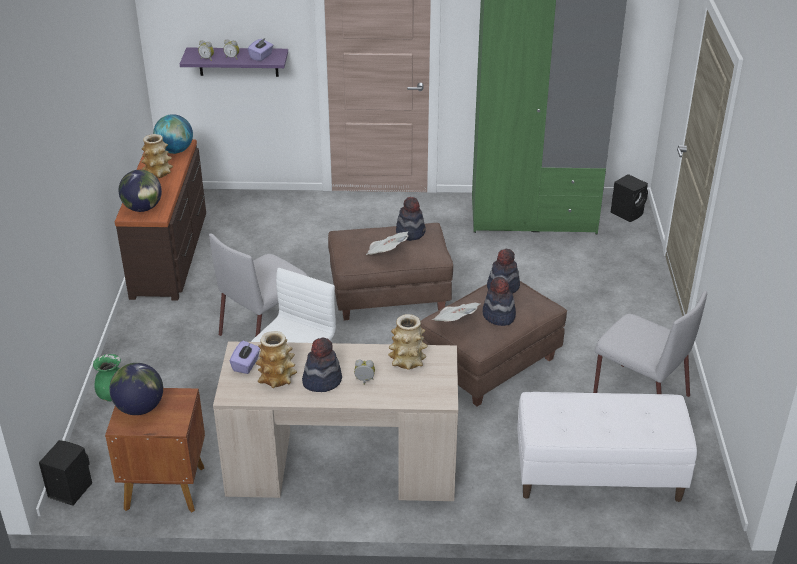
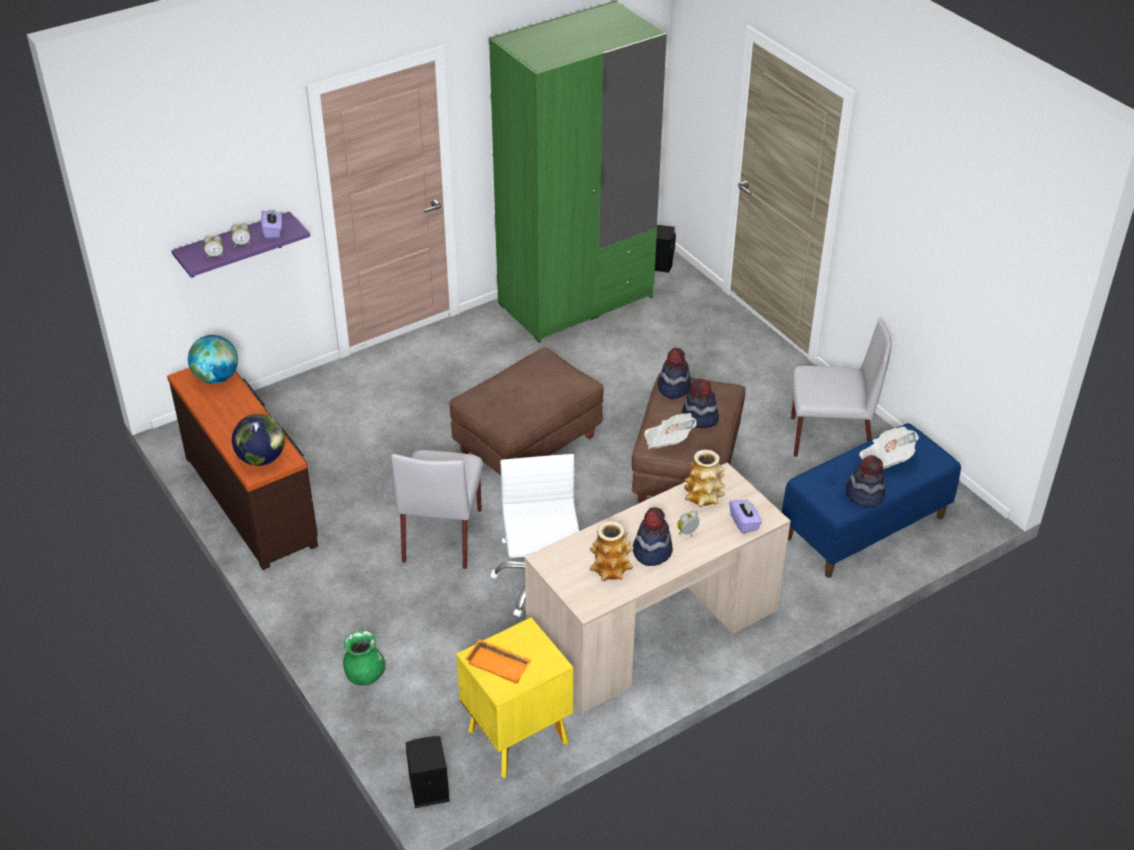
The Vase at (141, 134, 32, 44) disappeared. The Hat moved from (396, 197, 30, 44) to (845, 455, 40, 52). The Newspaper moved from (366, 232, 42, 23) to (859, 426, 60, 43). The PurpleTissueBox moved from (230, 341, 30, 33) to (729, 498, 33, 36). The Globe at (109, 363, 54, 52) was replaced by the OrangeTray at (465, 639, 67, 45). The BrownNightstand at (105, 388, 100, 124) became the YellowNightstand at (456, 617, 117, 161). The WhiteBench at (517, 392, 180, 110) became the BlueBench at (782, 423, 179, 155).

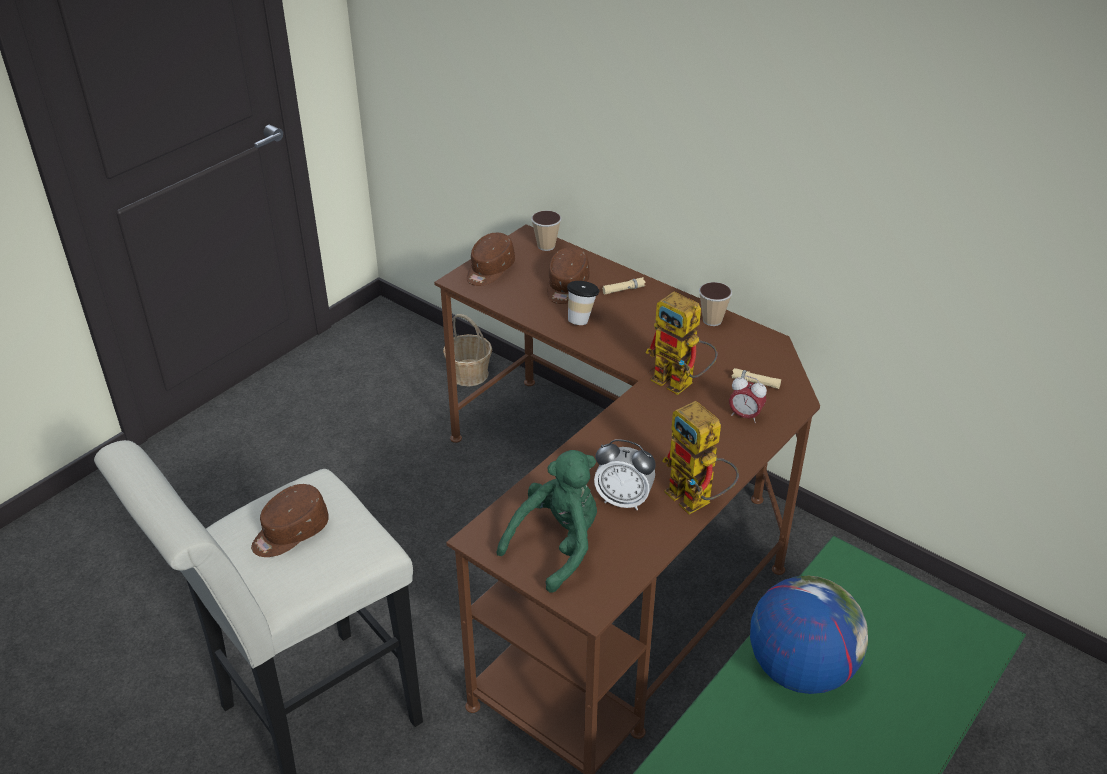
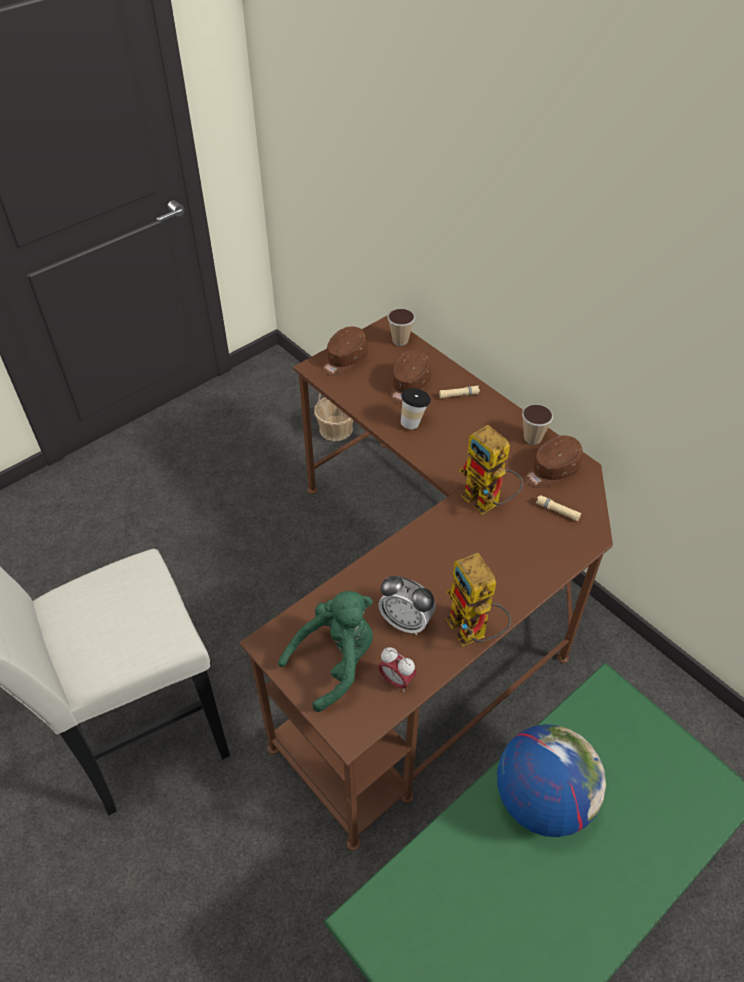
The AlarmClock moved from (729, 375, 38, 48) to (378, 647, 39, 45). The BrownCap moved from (251, 484, 78, 73) to (524, 435, 59, 53).

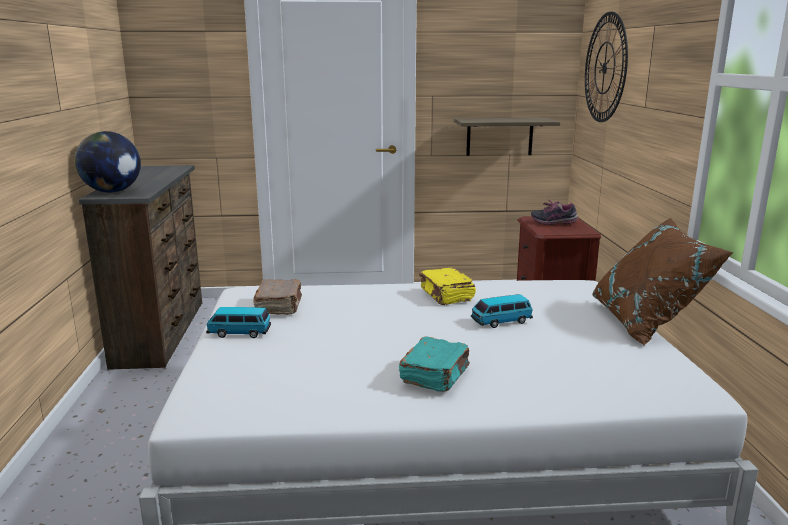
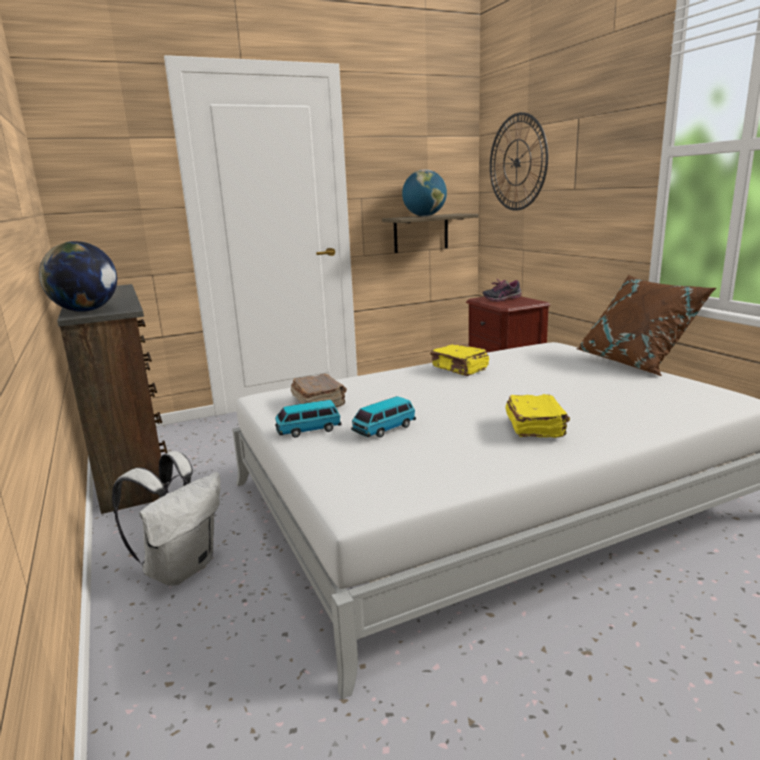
The ToyCar moved from (471, 294, 62, 34) to (351, 396, 65, 41). The TurquoiseBook at (399, 336, 71, 56) became the YellowBook at (505, 394, 65, 44). The Globe at (402, 170, 45, 46) appeared. The WhiteBackpack at (112, 451, 108, 135) appeared.

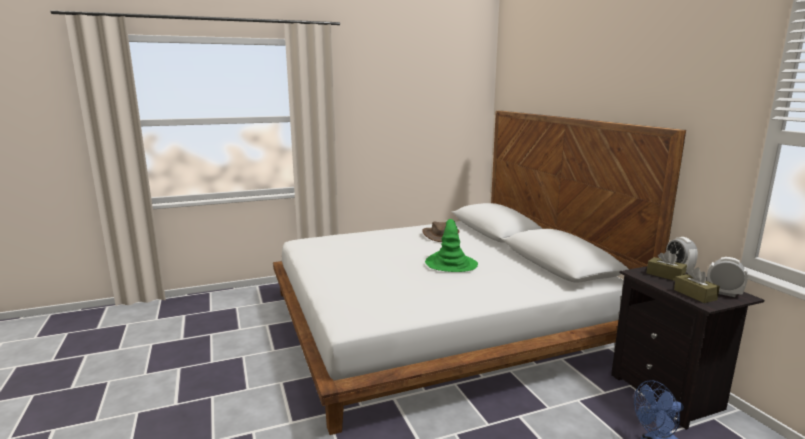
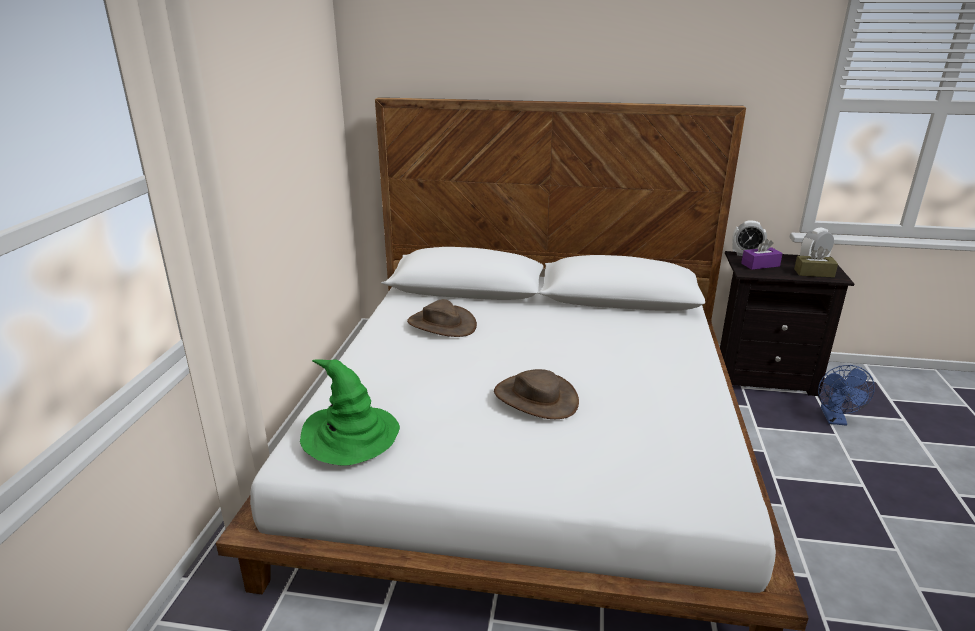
The GreenHat moved from (425, 219, 53, 53) to (300, 359, 100, 107). The BrownTissueBox at (647, 250, 40, 31) became the PurpleTissueBox at (741, 239, 42, 31). The BrownHat at (494, 369, 85, 50) appeared.

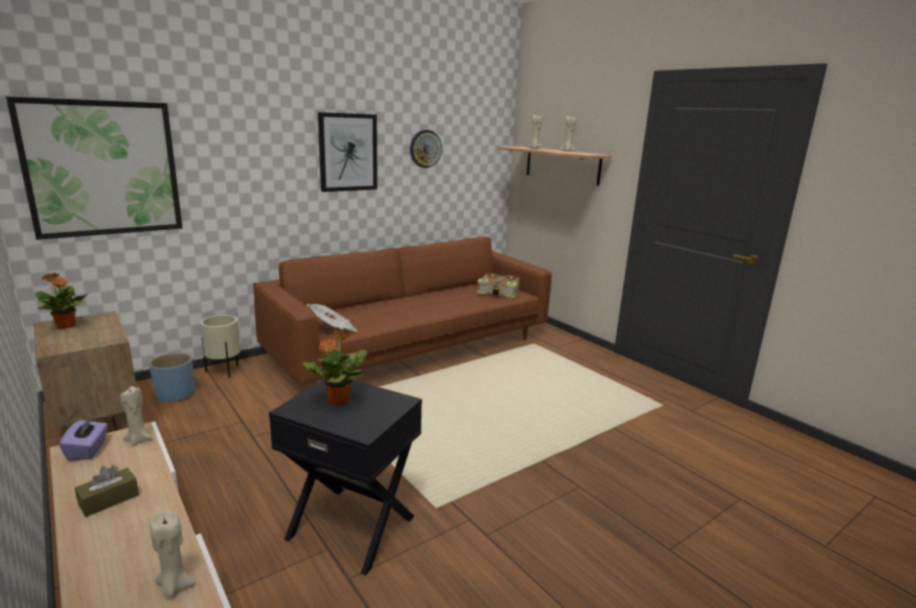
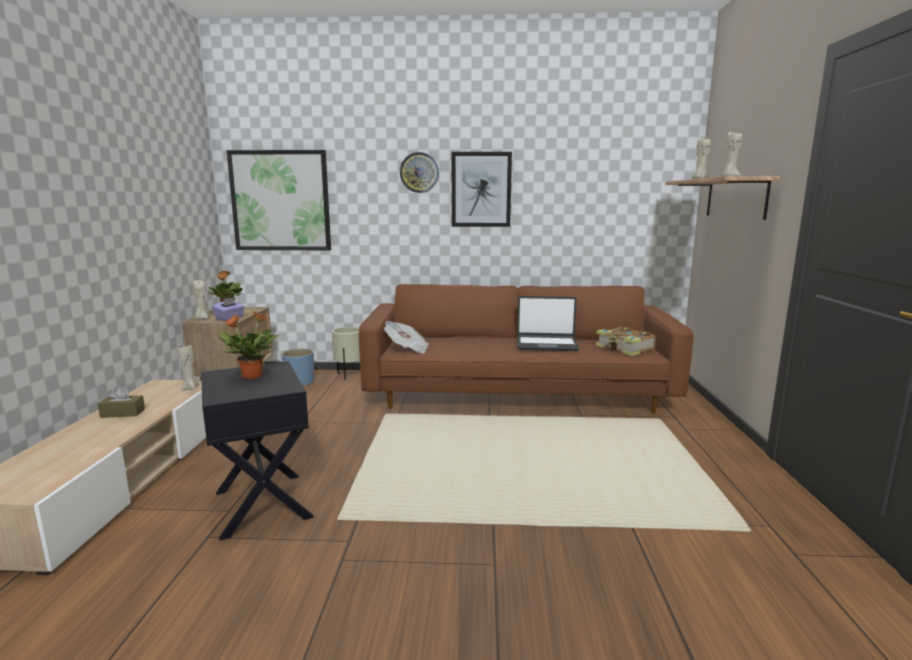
The WallClock moved from (410, 130, 32, 38) to (400, 152, 39, 41). The PurpleTissueBox moved from (59, 416, 49, 45) to (212, 297, 33, 24). The BeigeCandle moved from (150, 511, 46, 87) to (193, 280, 17, 39). The Laptop at (517, 296, 62, 55) appeared.

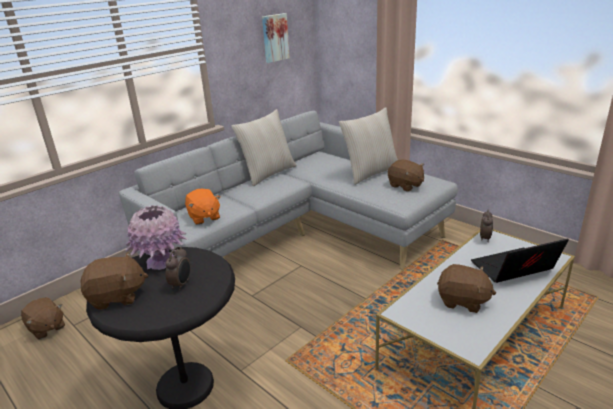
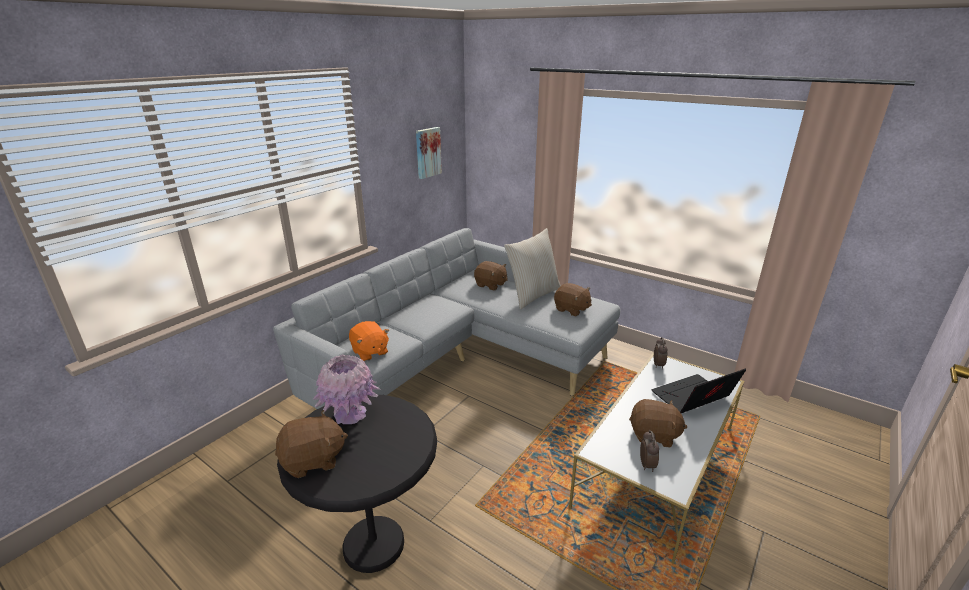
The BeigePillow at (231, 109, 66, 77) disappeared. The AlarmClock moved from (166, 247, 24, 43) to (640, 430, 19, 42). The BrownPlushToy moved from (21, 297, 44, 43) to (474, 261, 34, 30).

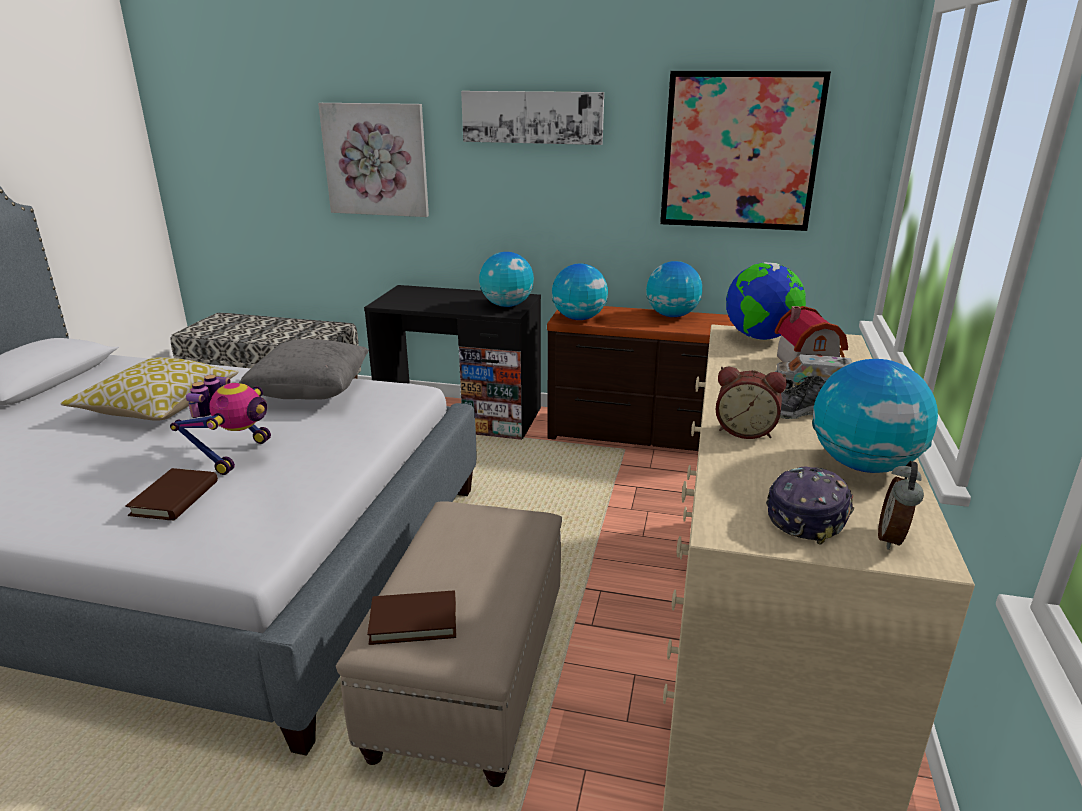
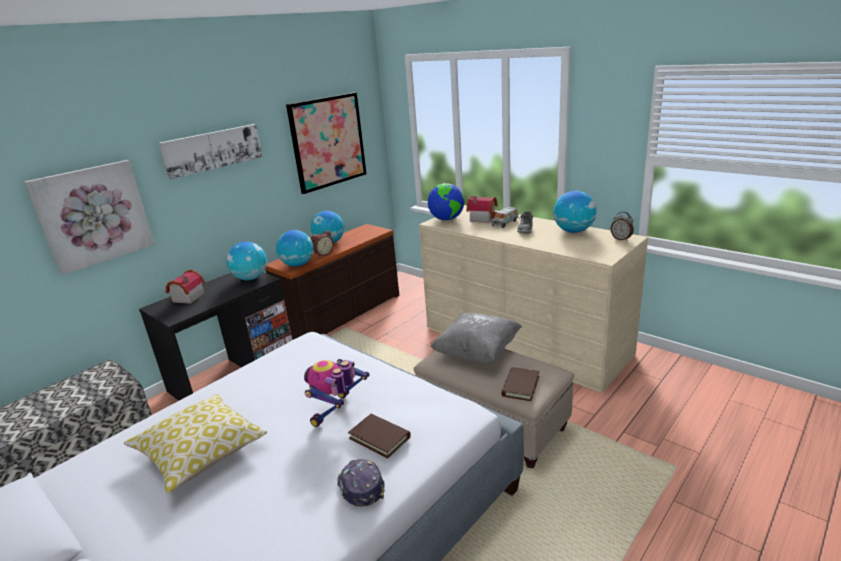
The GreyPillow moved from (239, 339, 130, 61) to (430, 313, 92, 50). The AlarmClock moved from (716, 367, 71, 72) to (311, 230, 23, 27). The ToyRobot at (170, 375, 101, 100) turned 105 degrees counterclockwise. The Cap moved from (766, 466, 88, 78) to (337, 459, 48, 48). The ToyHouse at (166, 270, 39, 34) appeared.

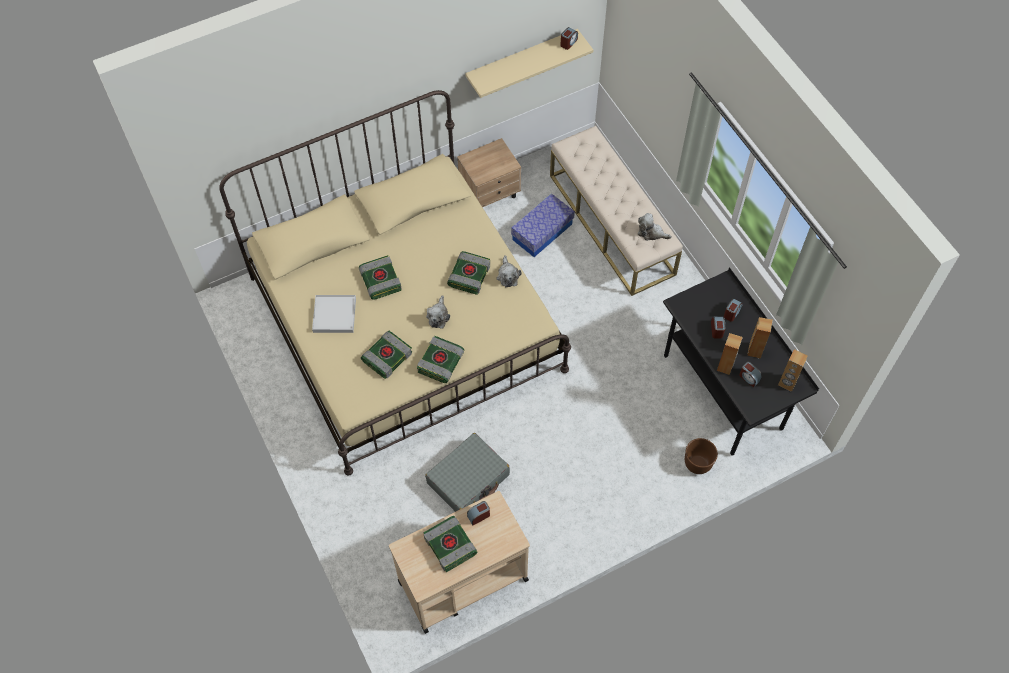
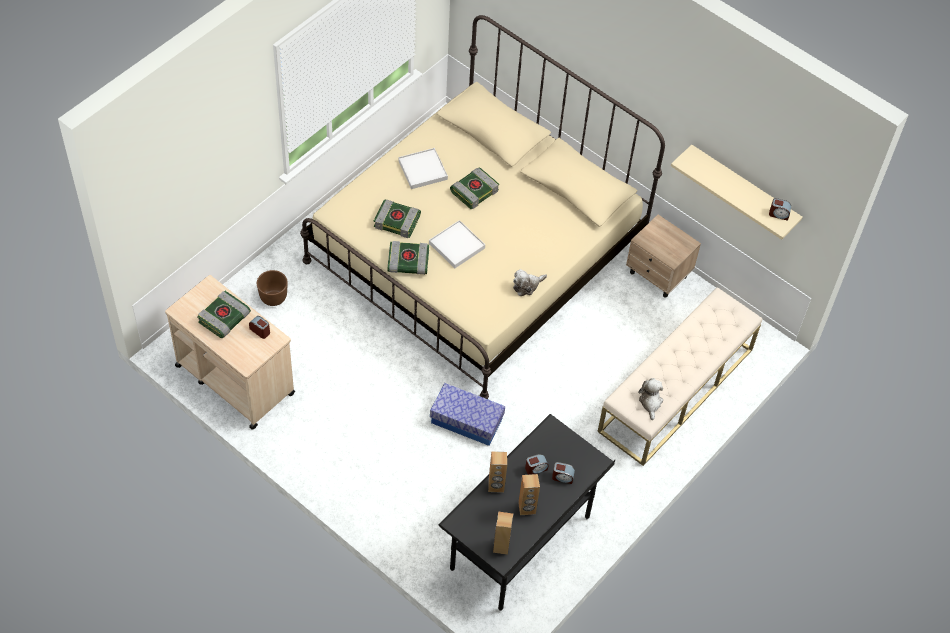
The StorageBox moved from (511, 194, 64, 63) to (430, 383, 75, 63). The Book at (447, 251, 43, 44) disappeared. The PlushToy at (426, 295, 24, 34) was replaced by the WhiteTray at (429, 220, 56, 48). The AlarmClock at (739, 362, 23, 26) disappeared. The GreySuitcase at (425, 433, 85, 79) disappeared. The BrownPlanter moved from (685, 438, 33, 36) to (257, 270, 31, 36).

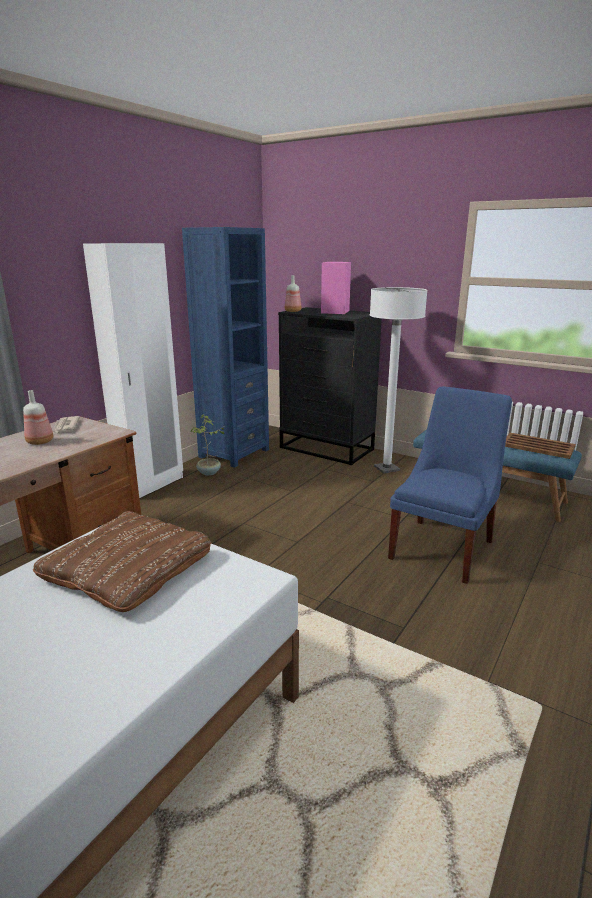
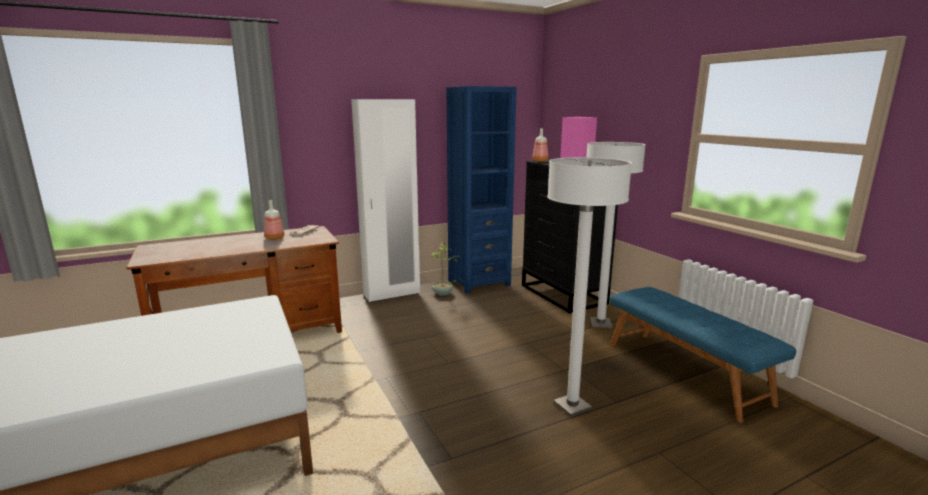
The BlueChair at (388, 386, 124, 198) was replaced by the WhiteFloorLamp at (547, 157, 85, 260). The BrownTray at (505, 433, 71, 26) disappeared. The BrownPillow at (33, 511, 179, 101) disappeared.

